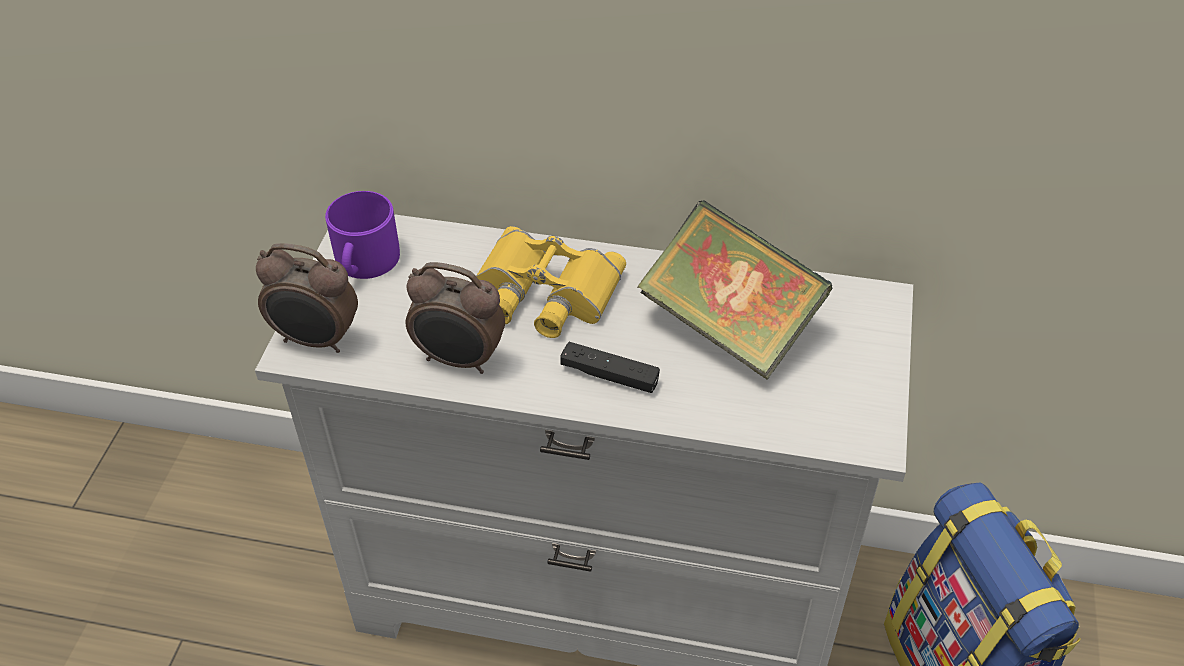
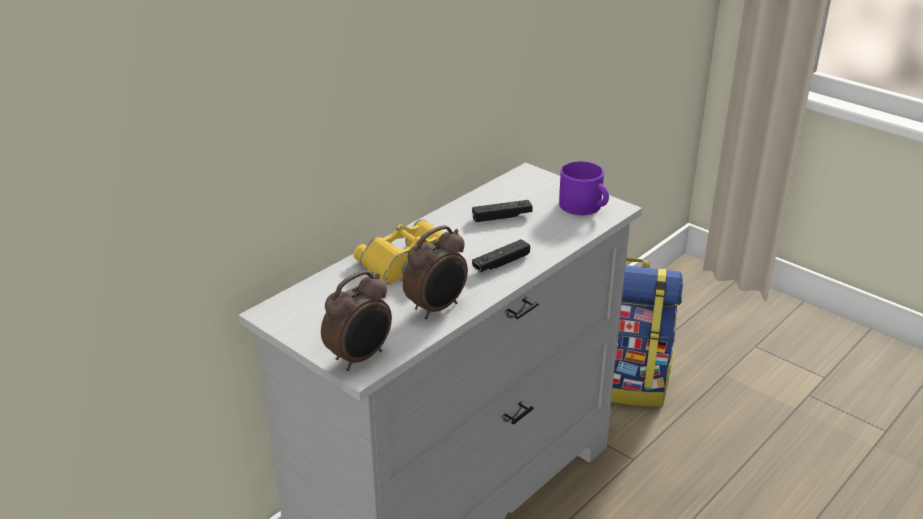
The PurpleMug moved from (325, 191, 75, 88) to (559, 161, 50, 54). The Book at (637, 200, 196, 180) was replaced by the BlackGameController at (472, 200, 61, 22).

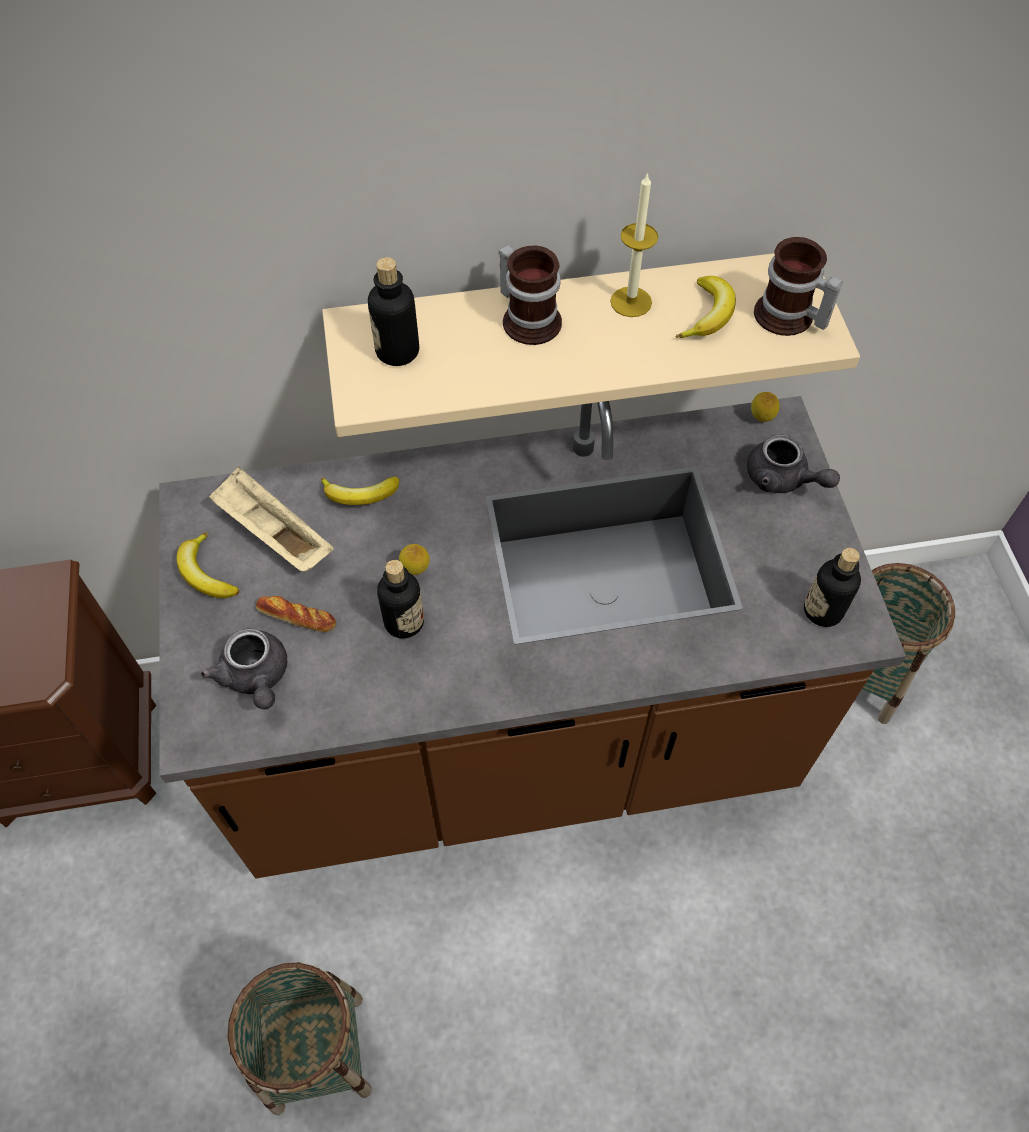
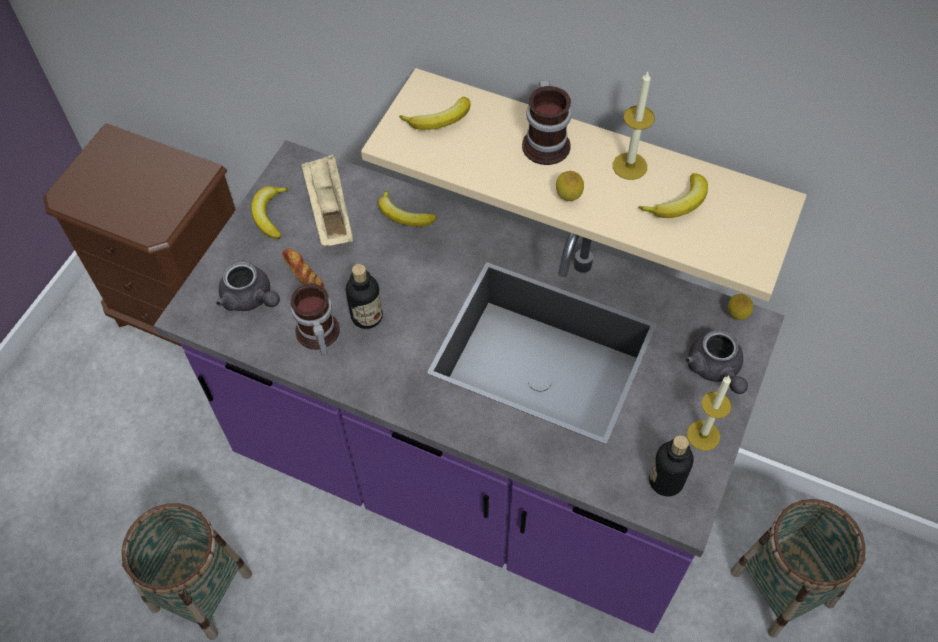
The Mug moved from (754, 237, 89, 99) to (291, 284, 49, 72). The Bottle at (368, 257, 51, 109) was replaced by the Banana at (399, 97, 72, 33). The BrownCounter at (159, 396, 747, 482) became the PurpleCounter at (154, 140, 631, 493). The Lemon moved from (399, 544, 31, 31) to (556, 171, 28, 30). The GreyTeapot at (201, 628, 86, 82) turned 60 degrees counterclockwise. The Candle at (687, 376, 45, 75) appeared.

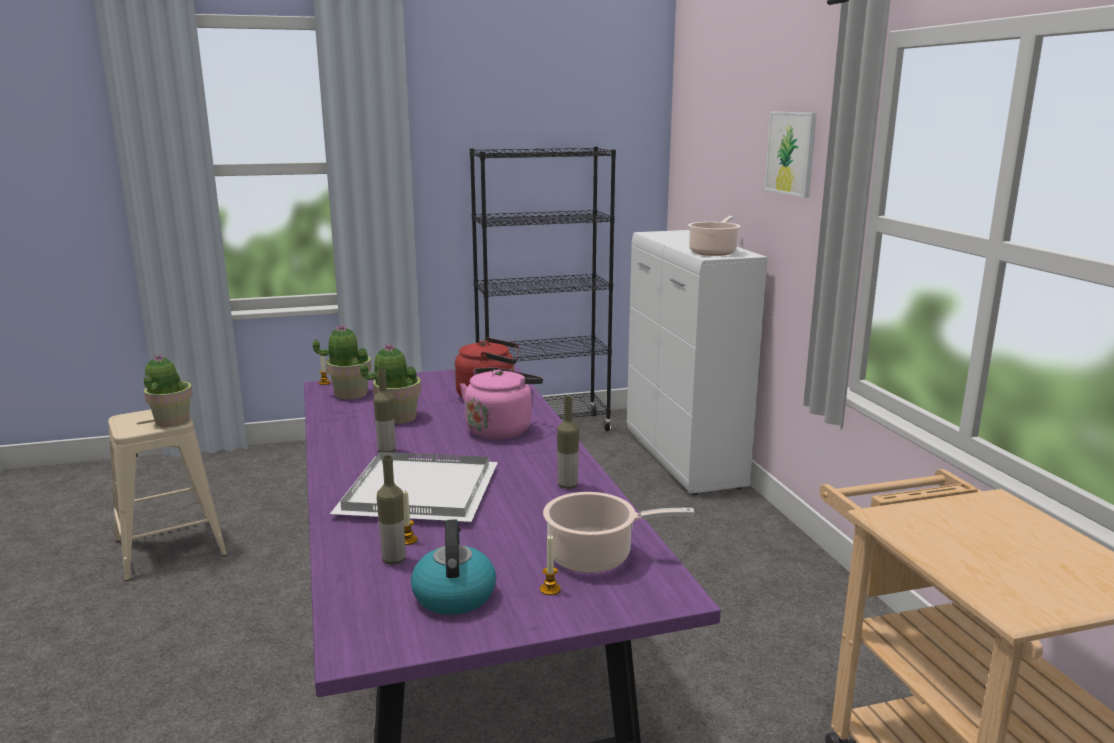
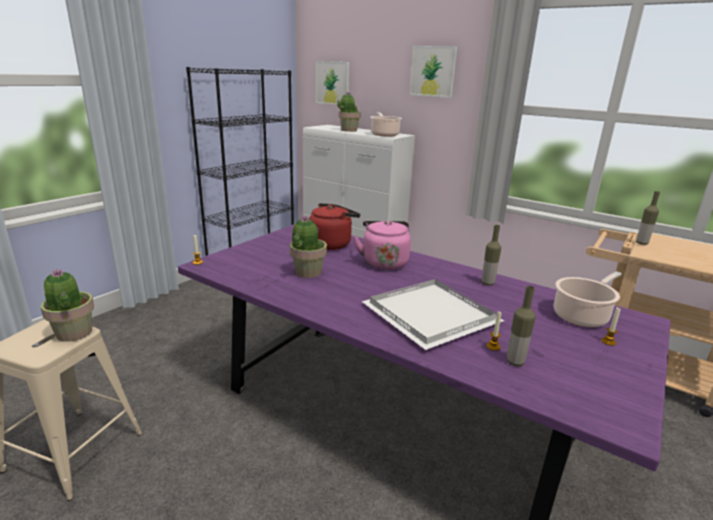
The PottedPlant moved from (313, 324, 59, 76) to (337, 93, 24, 39). The Bottle moved from (374, 369, 22, 83) to (636, 191, 24, 54). The Kettle at (411, 519, 85, 96) disappeared. The Picture at (316, 61, 33, 44) appeared.

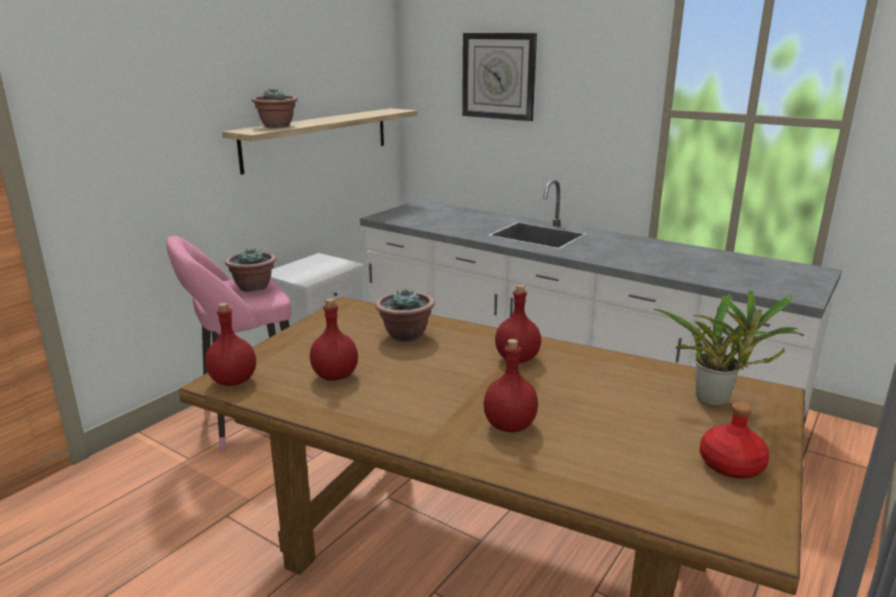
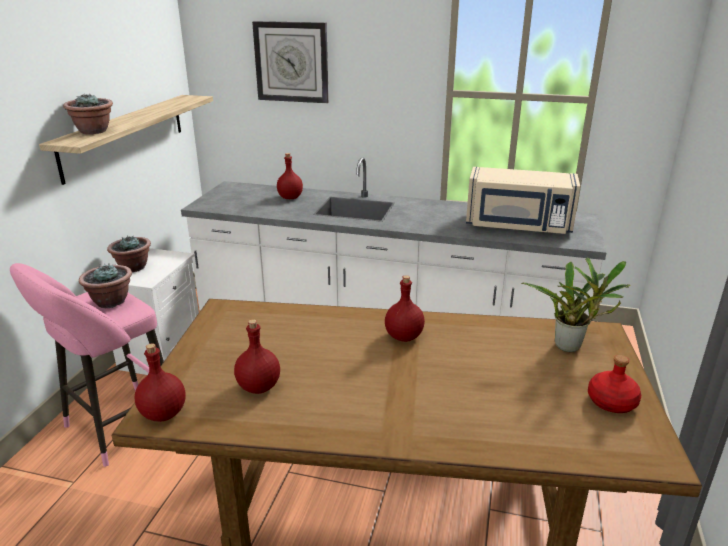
The PottedPlant moved from (375, 288, 60, 54) to (107, 235, 44, 37). The RedBottle moved from (484, 339, 54, 93) to (277, 153, 26, 46). The BeigeMicrowave at (466, 167, 114, 67) appeared.

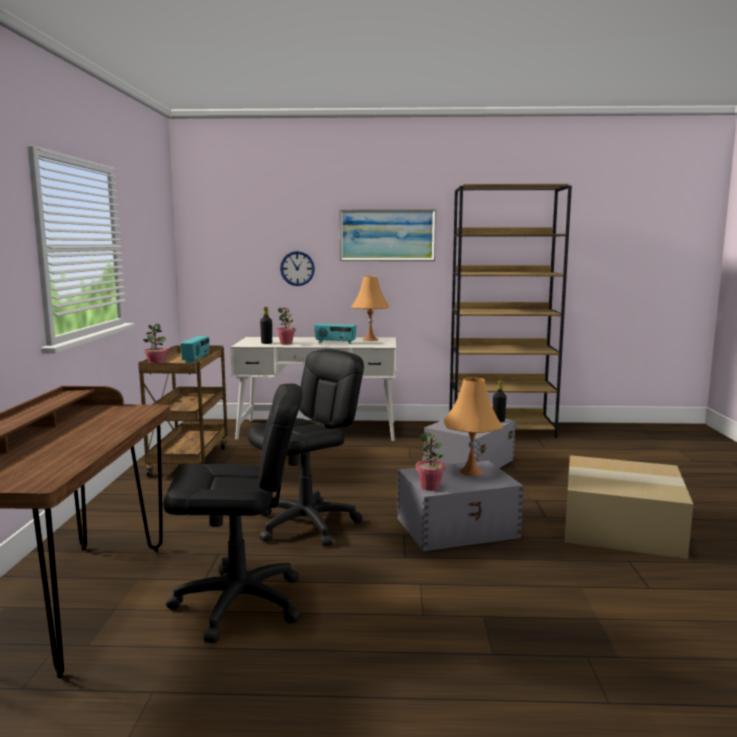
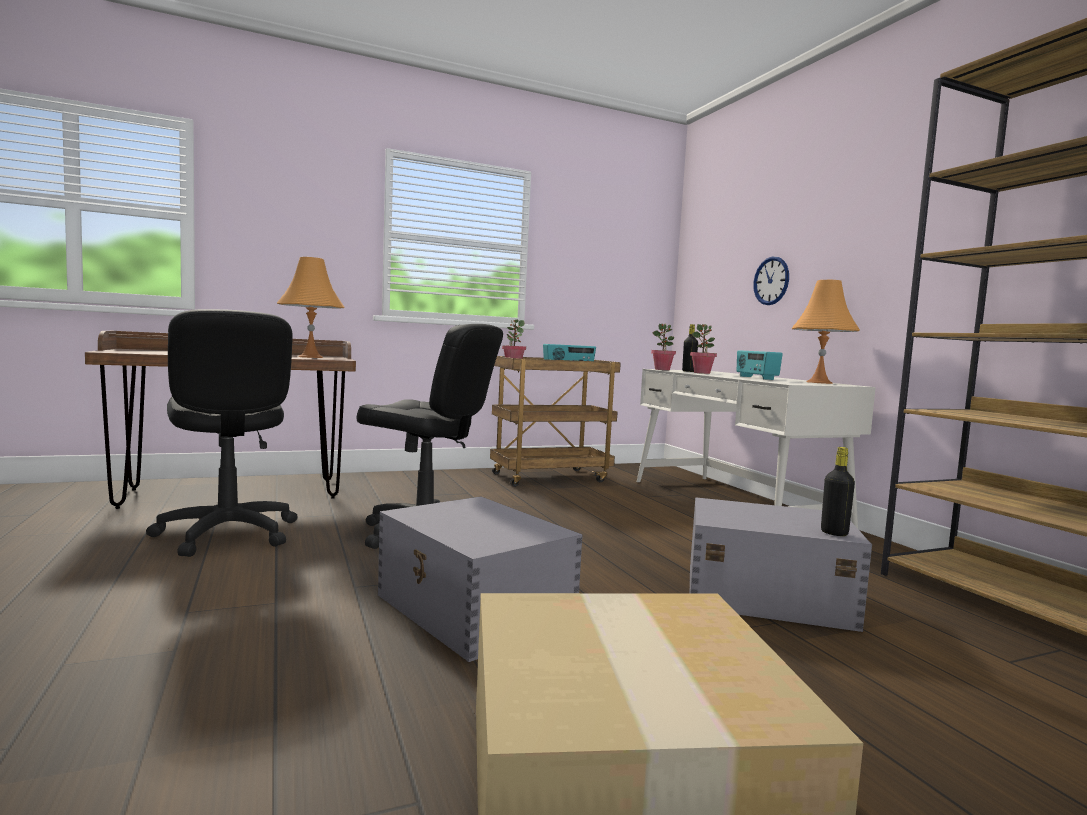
The Picture at (339, 209, 97, 52) disappeared. The OrangeTableLamp moved from (444, 377, 59, 99) to (277, 257, 68, 101). The PottedPlant moved from (416, 432, 30, 59) to (651, 324, 25, 46).

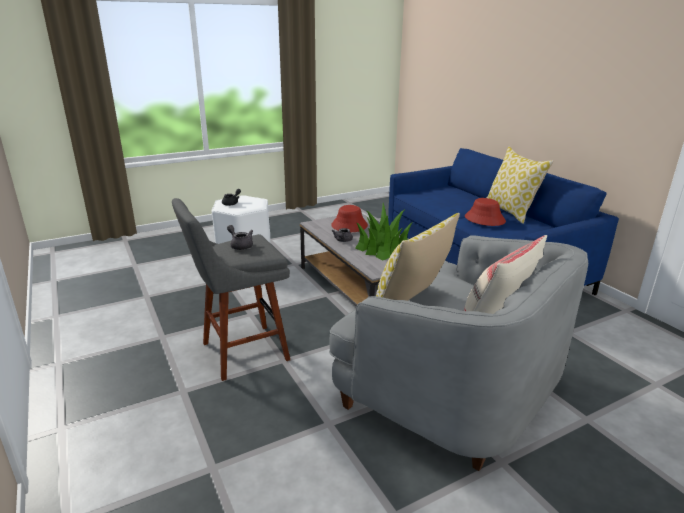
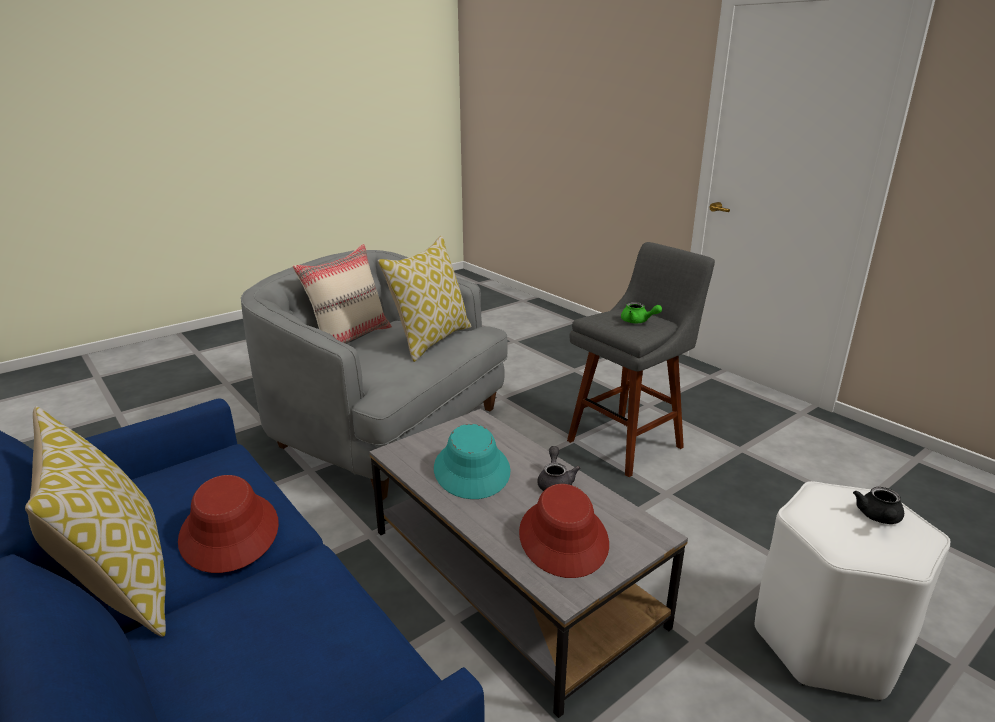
The PottedPlant at (355, 203, 58, 58) was replaced by the TurquoiseHat at (434, 424, 76, 75). The GreyTeapot at (227, 225, 26, 25) became the GreenTeapot at (621, 302, 41, 21).

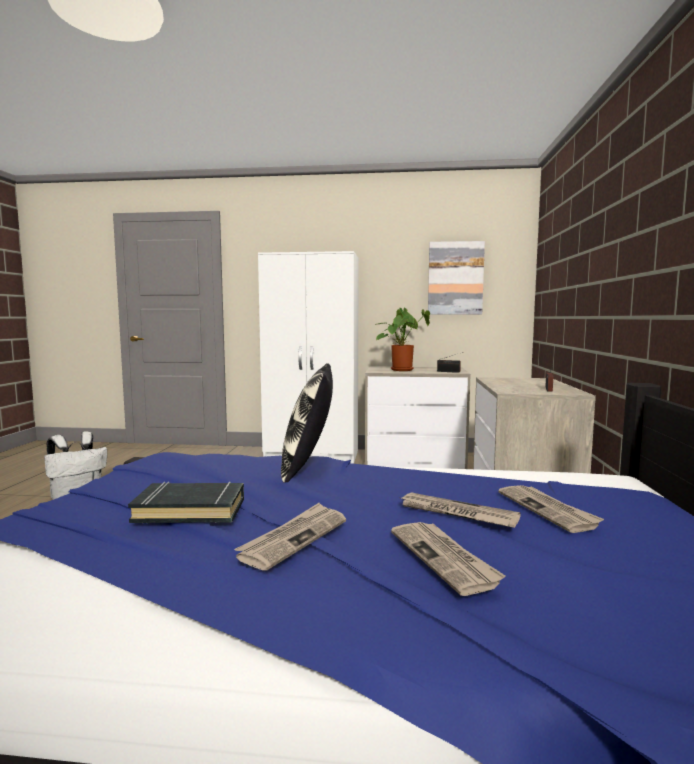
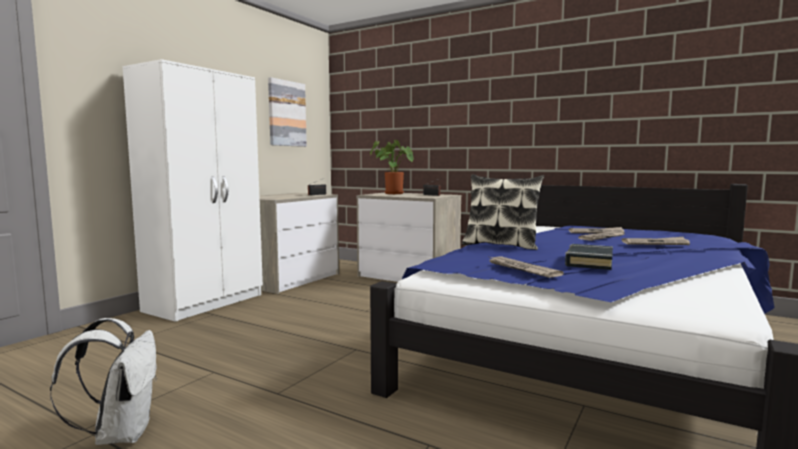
The PottedPlant moved from (375, 307, 55, 64) to (370, 140, 44, 54). The Newspaper moved from (234, 503, 112, 68) to (487, 256, 77, 22).

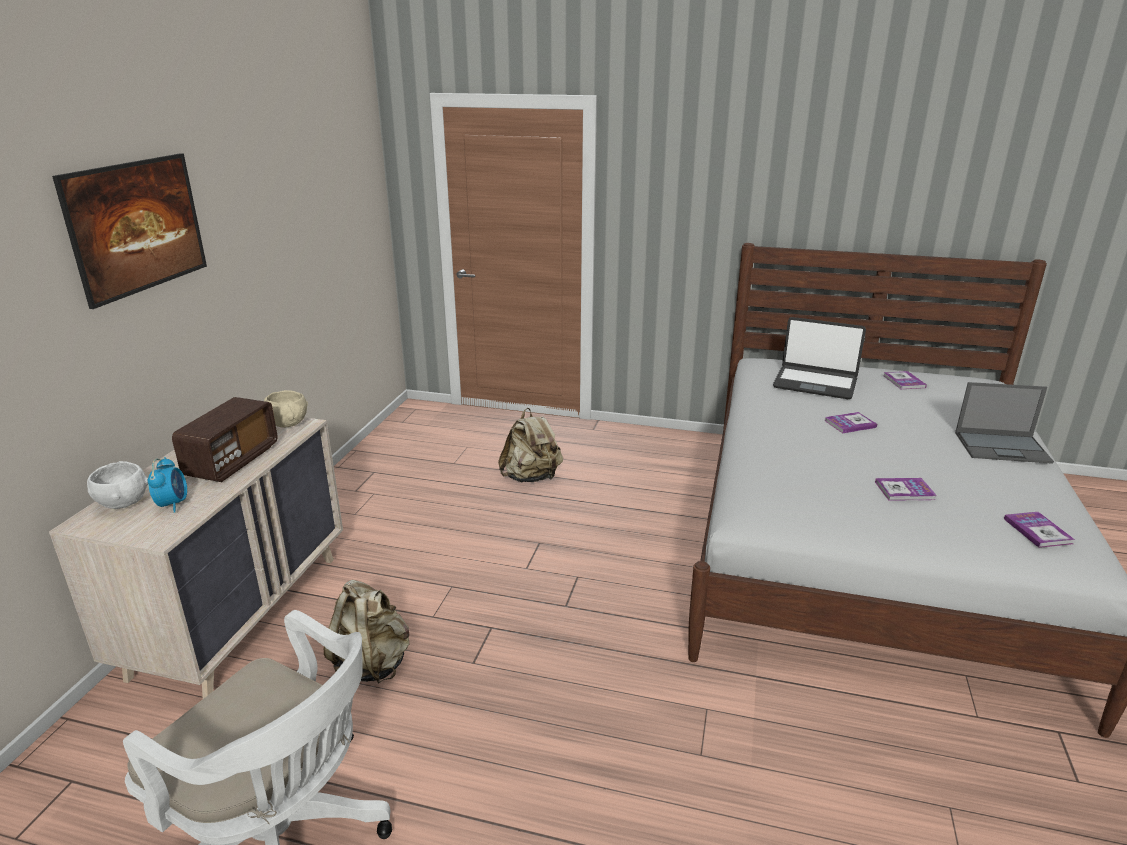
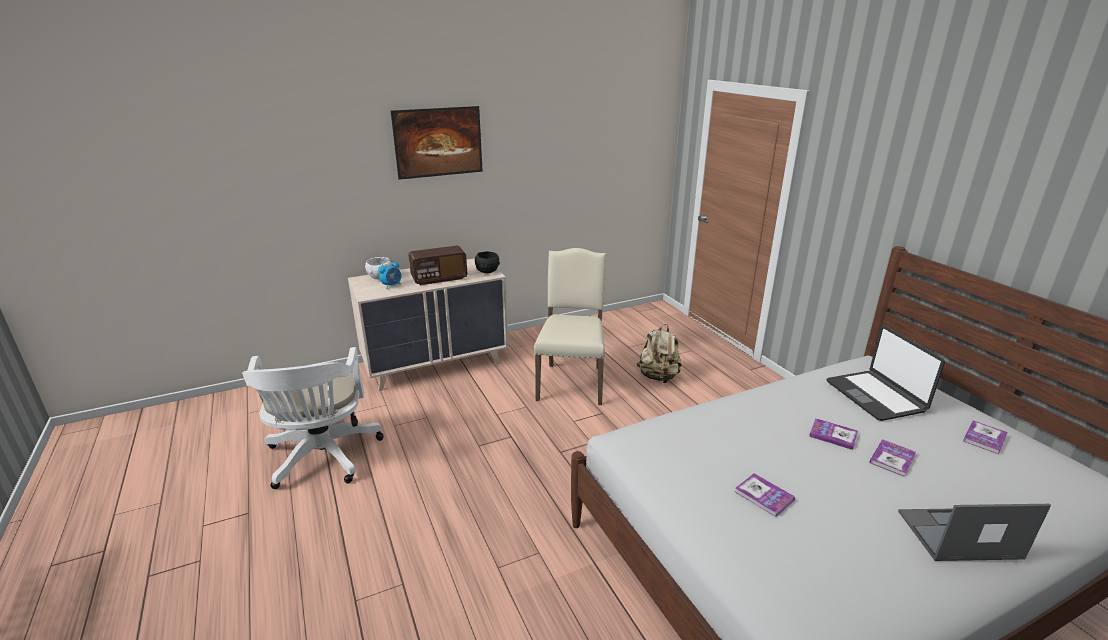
The Laptop at (955, 382, 99, 82) turned 120 degrees clockwise. The BeigeBowl at (264, 390, 44, 38) became the BlackBowl at (475, 251, 25, 22). The Book moved from (1004, 512, 71, 36) to (869, 439, 47, 38). The BeigeBackpack at (324, 580, 86, 104) disappeared. The BeigeChair at (534, 248, 72, 157) appeared.

